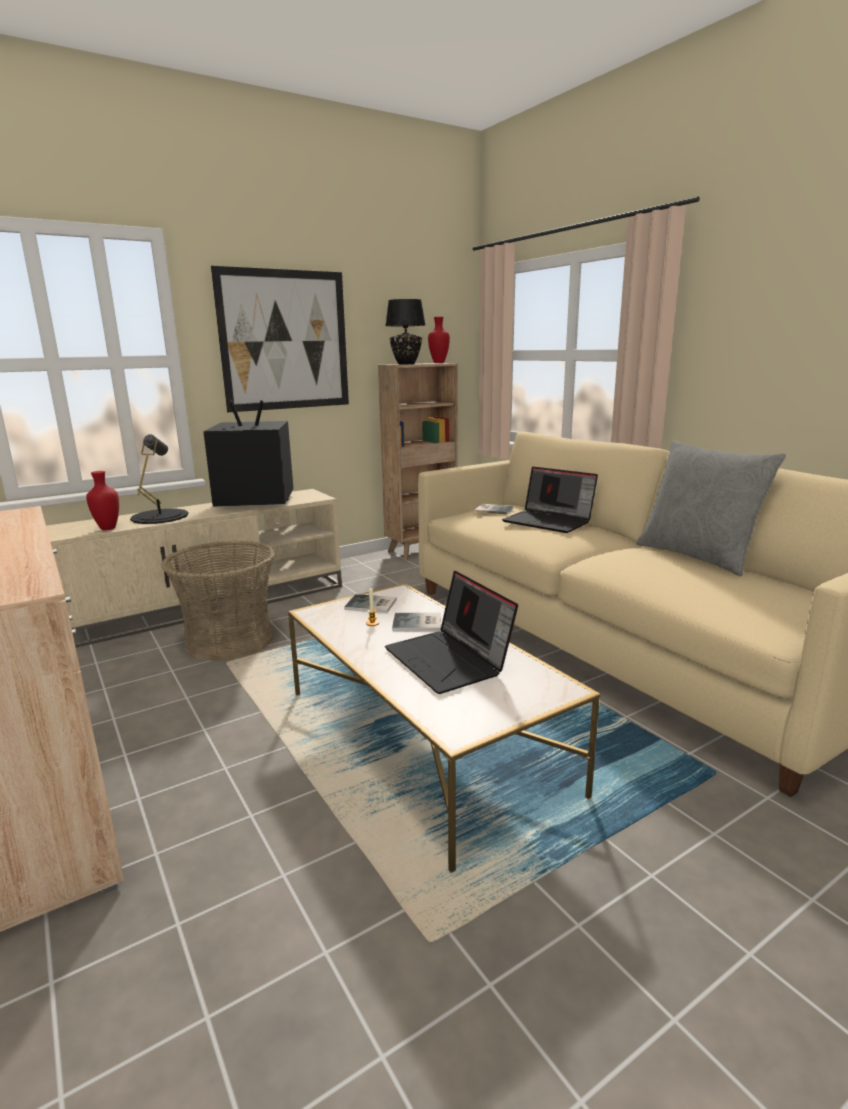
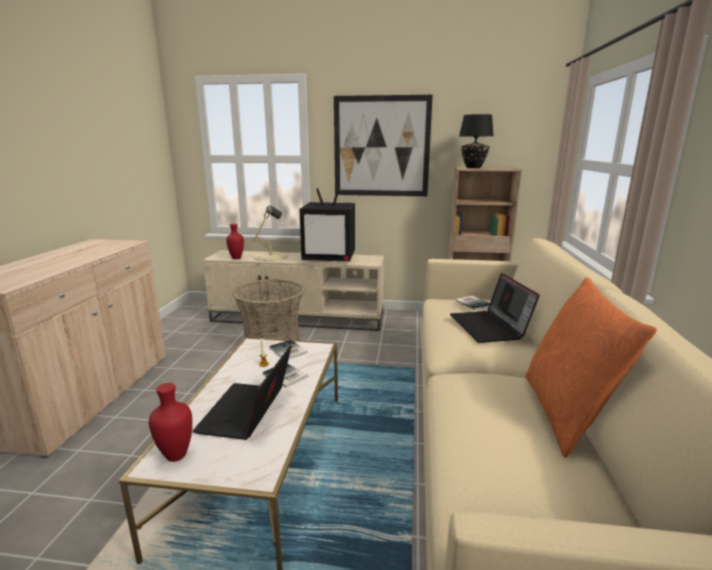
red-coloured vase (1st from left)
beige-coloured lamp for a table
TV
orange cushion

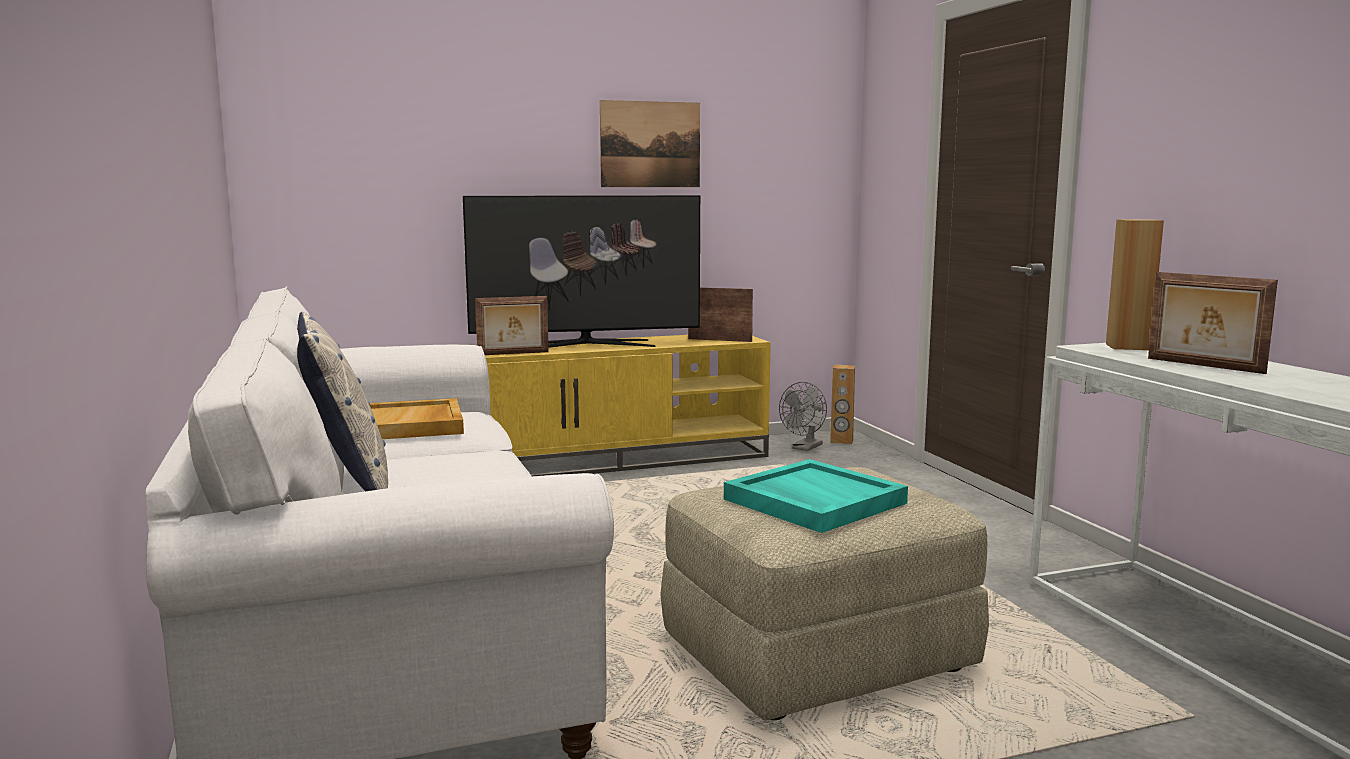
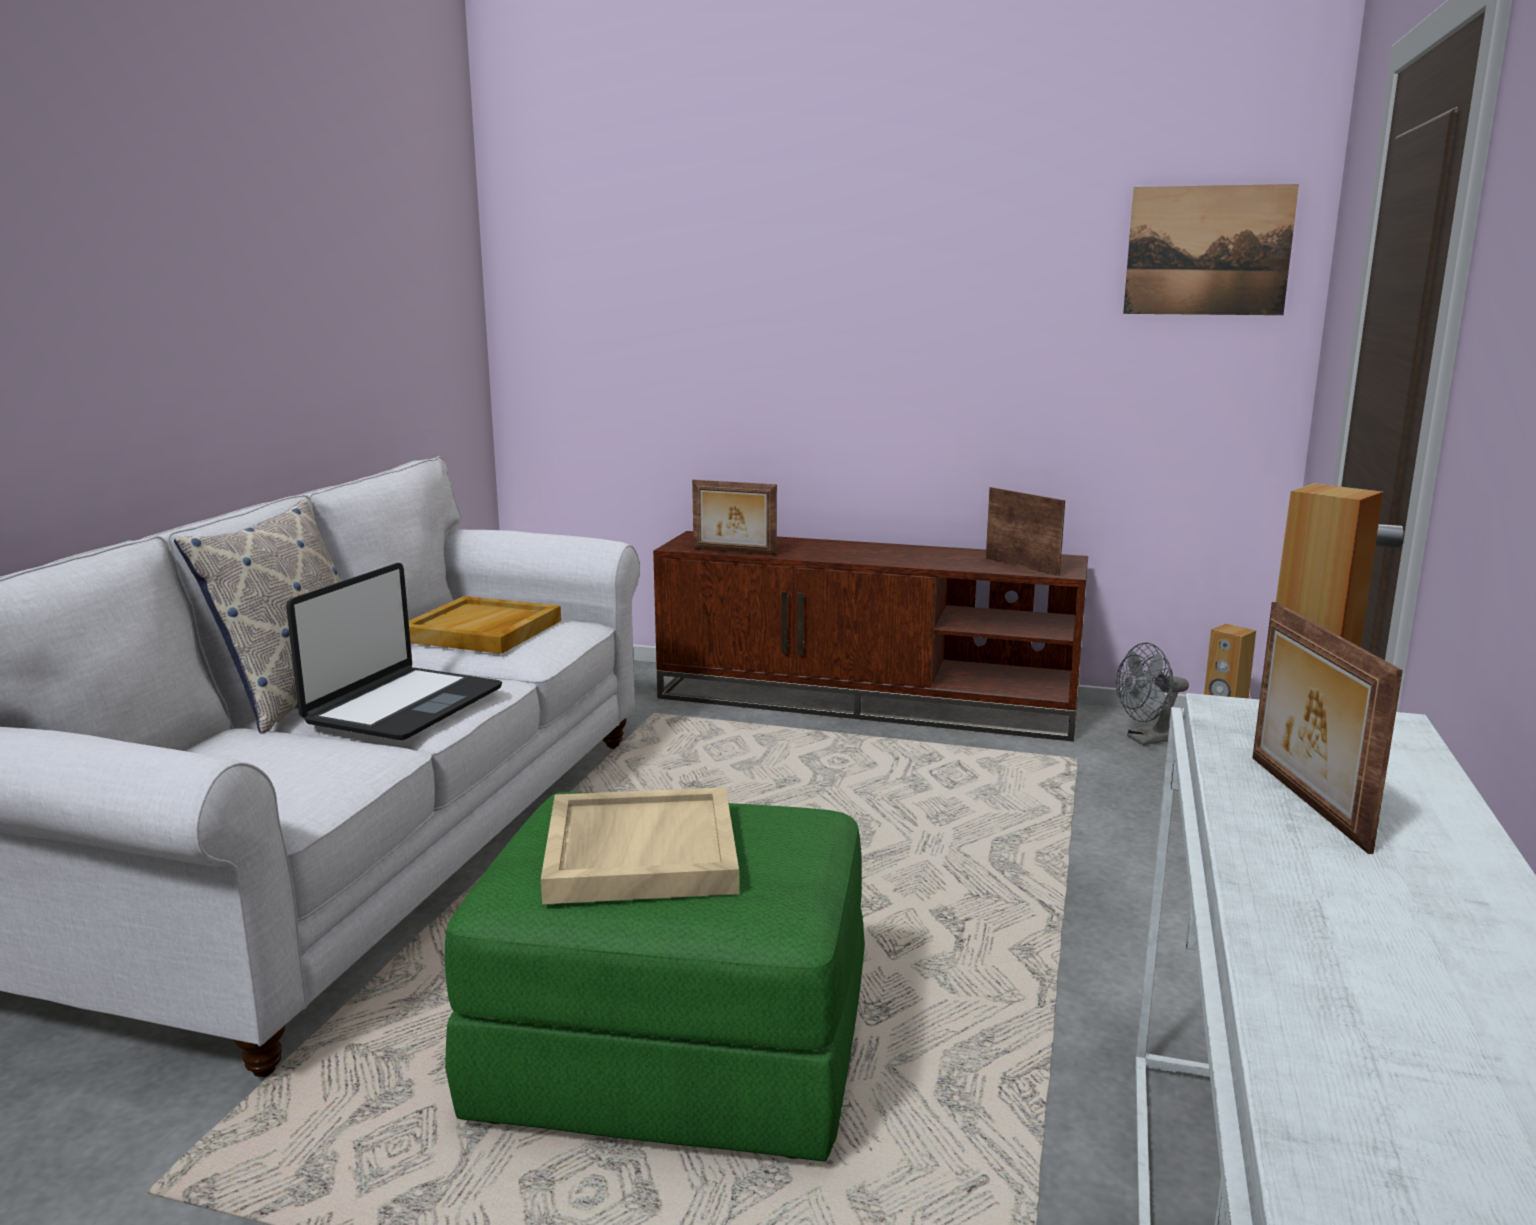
laptop
green-coloured footrest
beige-coloured carrying tray (2nd from left)
brown-coloured tv stand
wall art
TV

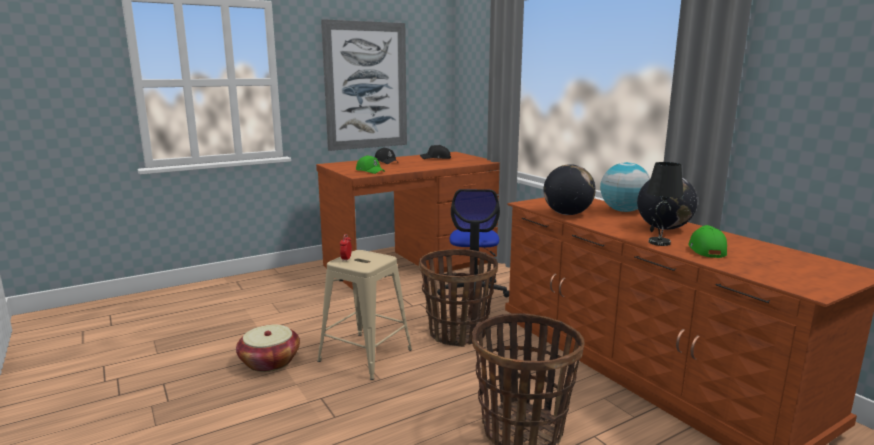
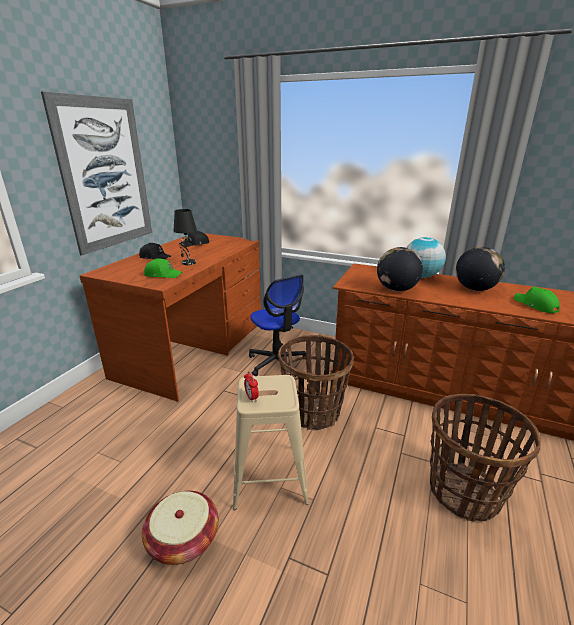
black-coloured lamp for a table

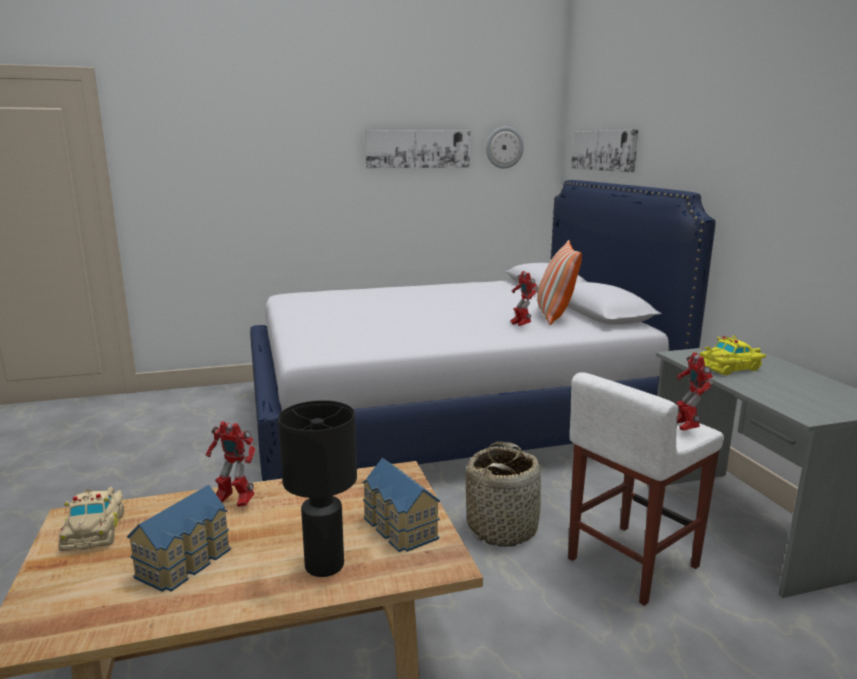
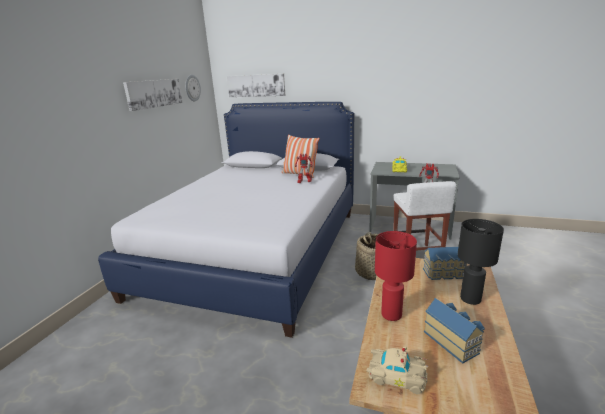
red-coloured lamp for a table

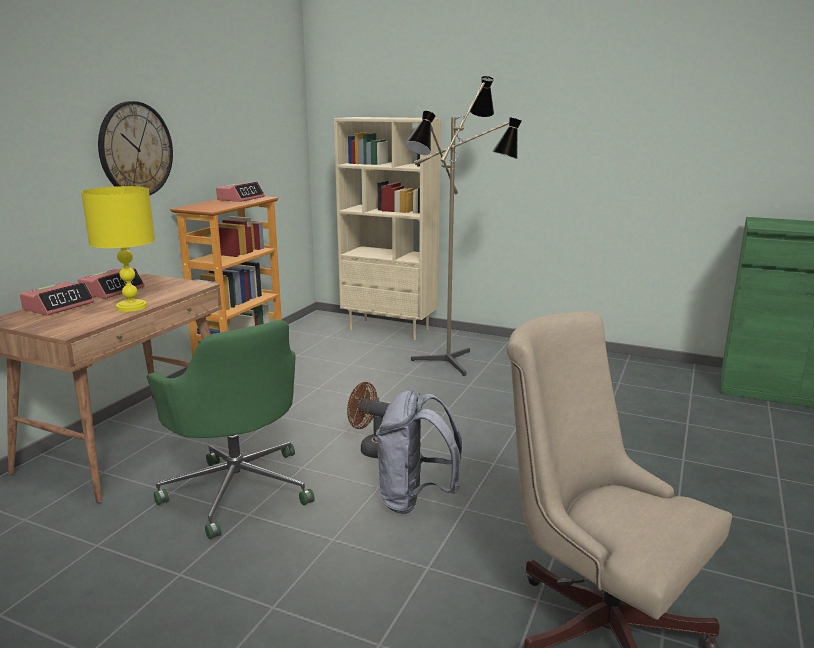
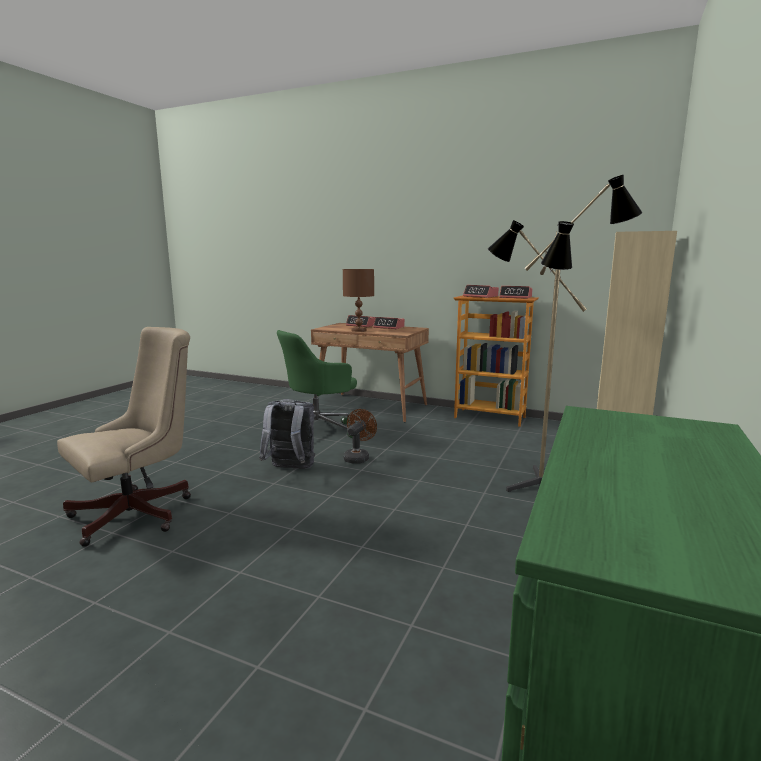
brown-coloured lamp for a table
bedside clock (3rd from left)
wall clock

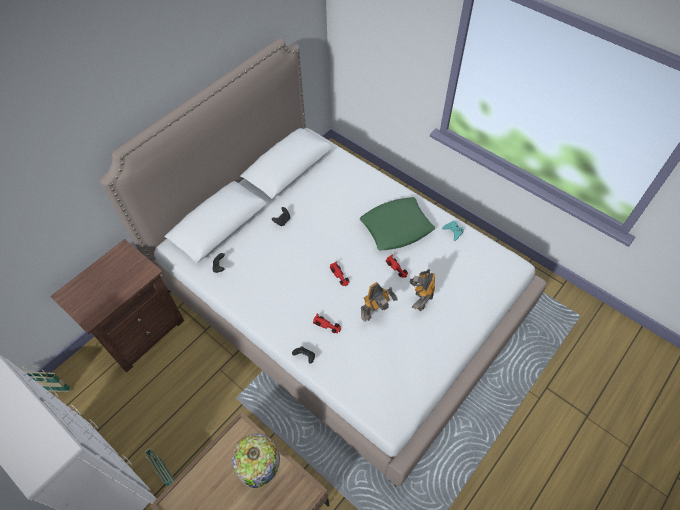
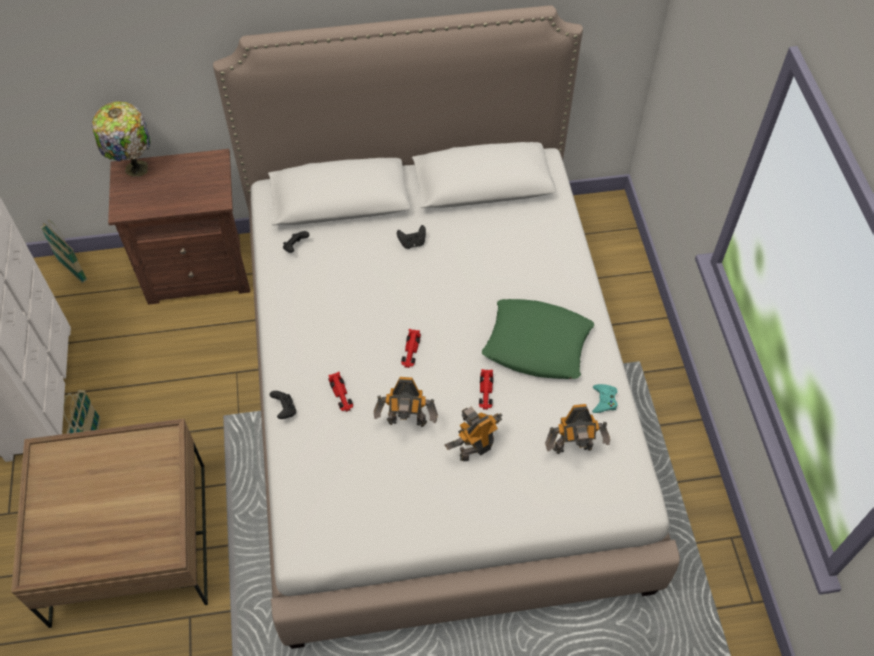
lamp for a table
robot figure (3rd from left)

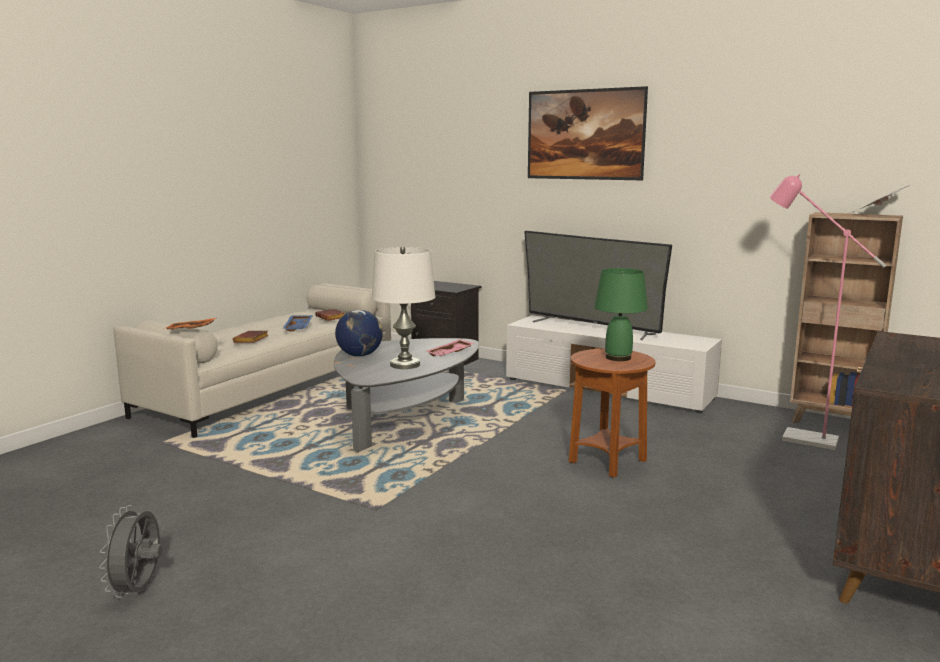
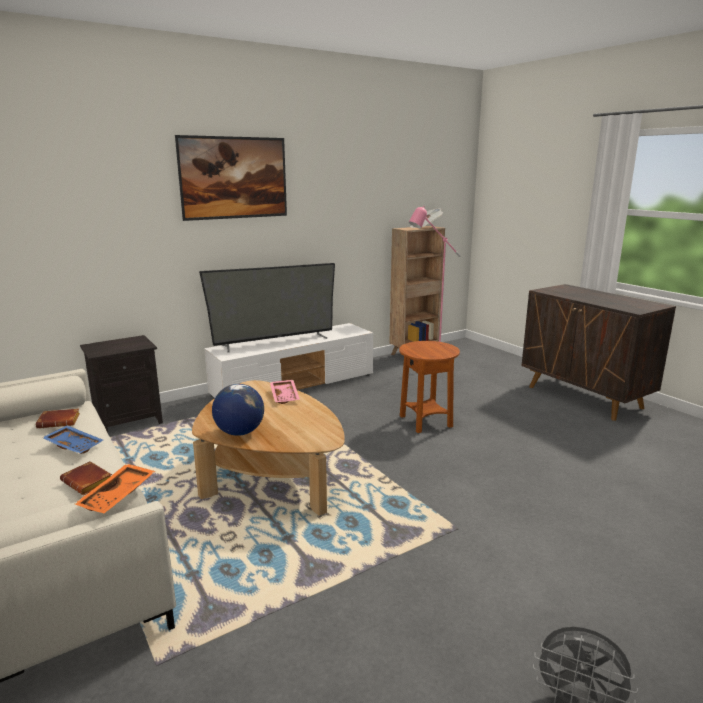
brown-coloured coffee table
white lamp for a table
green-coloured lamp for a table

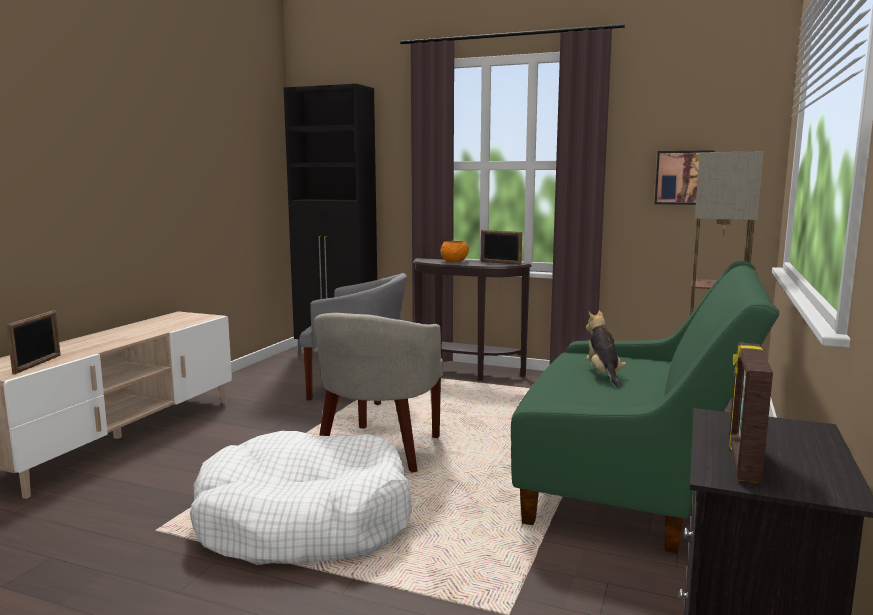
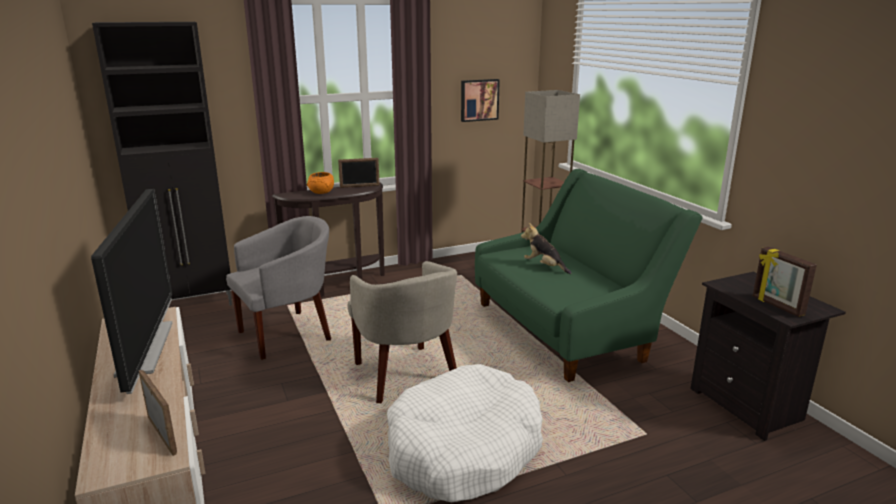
TV

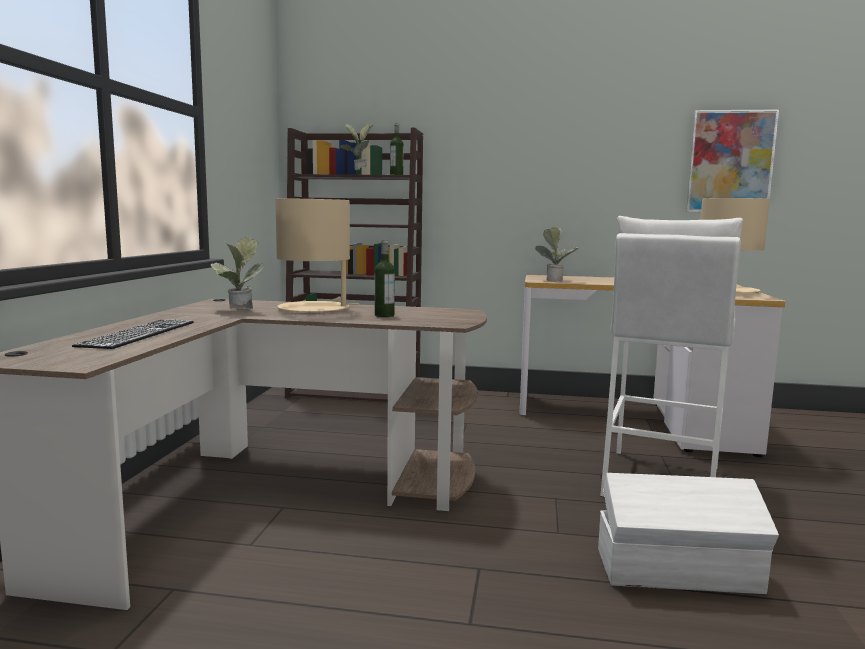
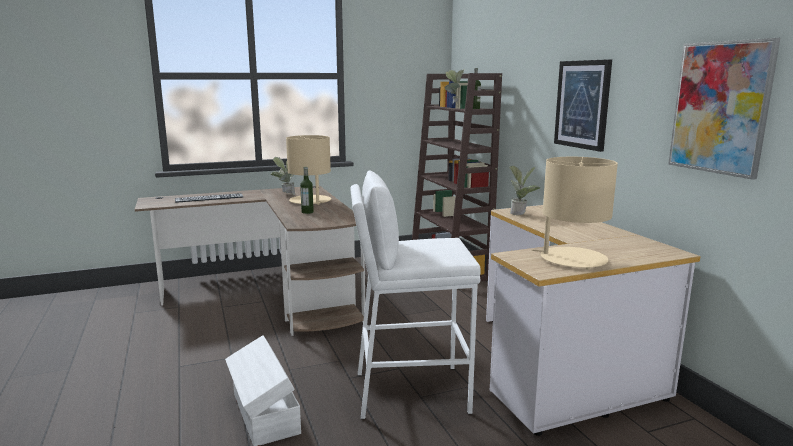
wall art (1st from left)

